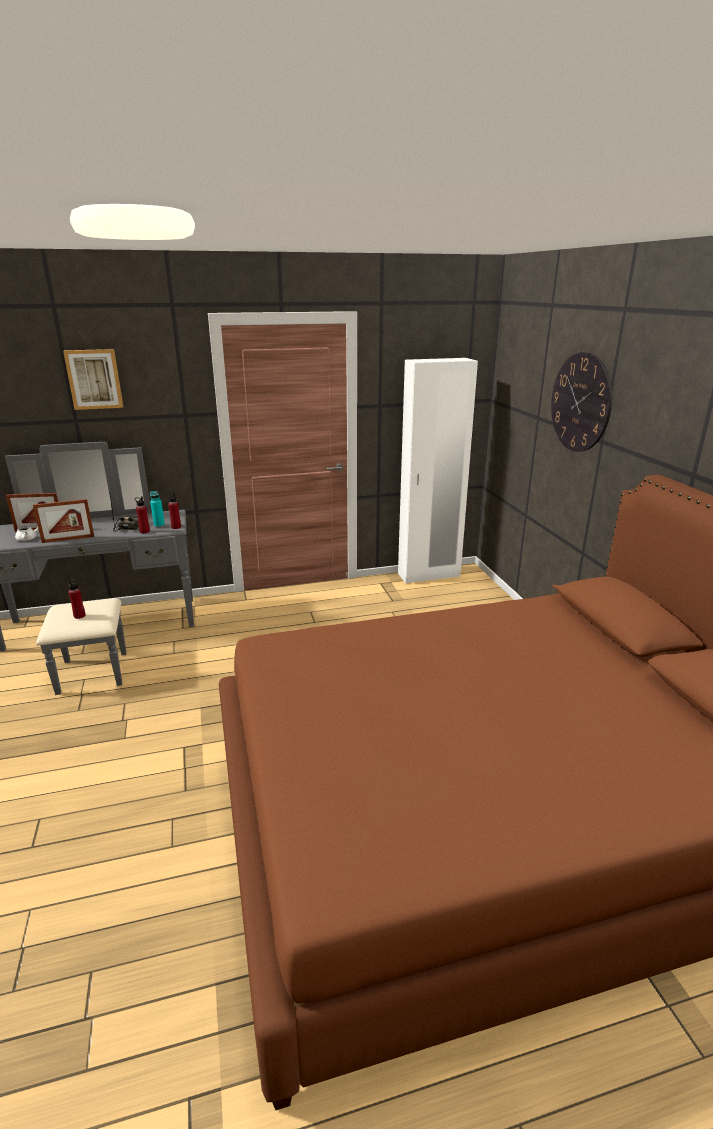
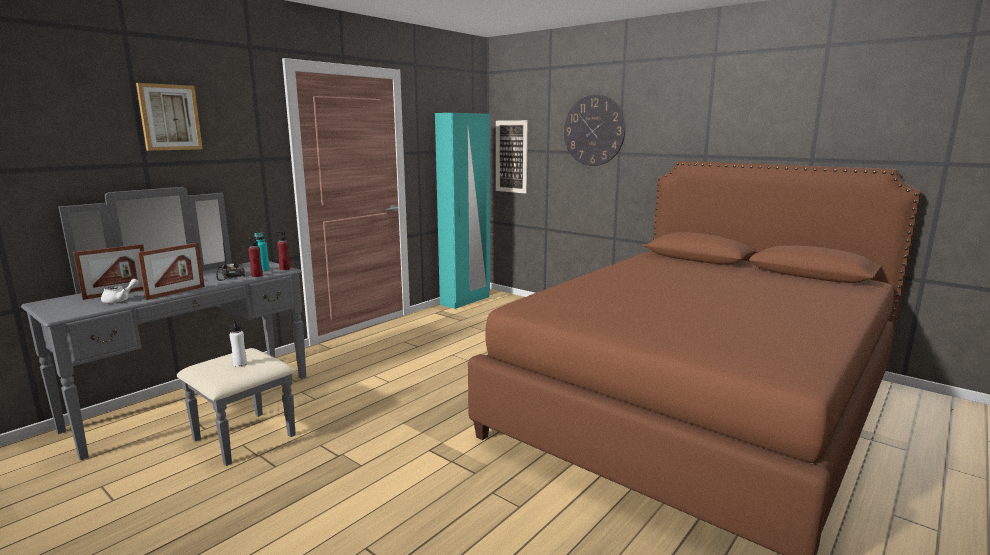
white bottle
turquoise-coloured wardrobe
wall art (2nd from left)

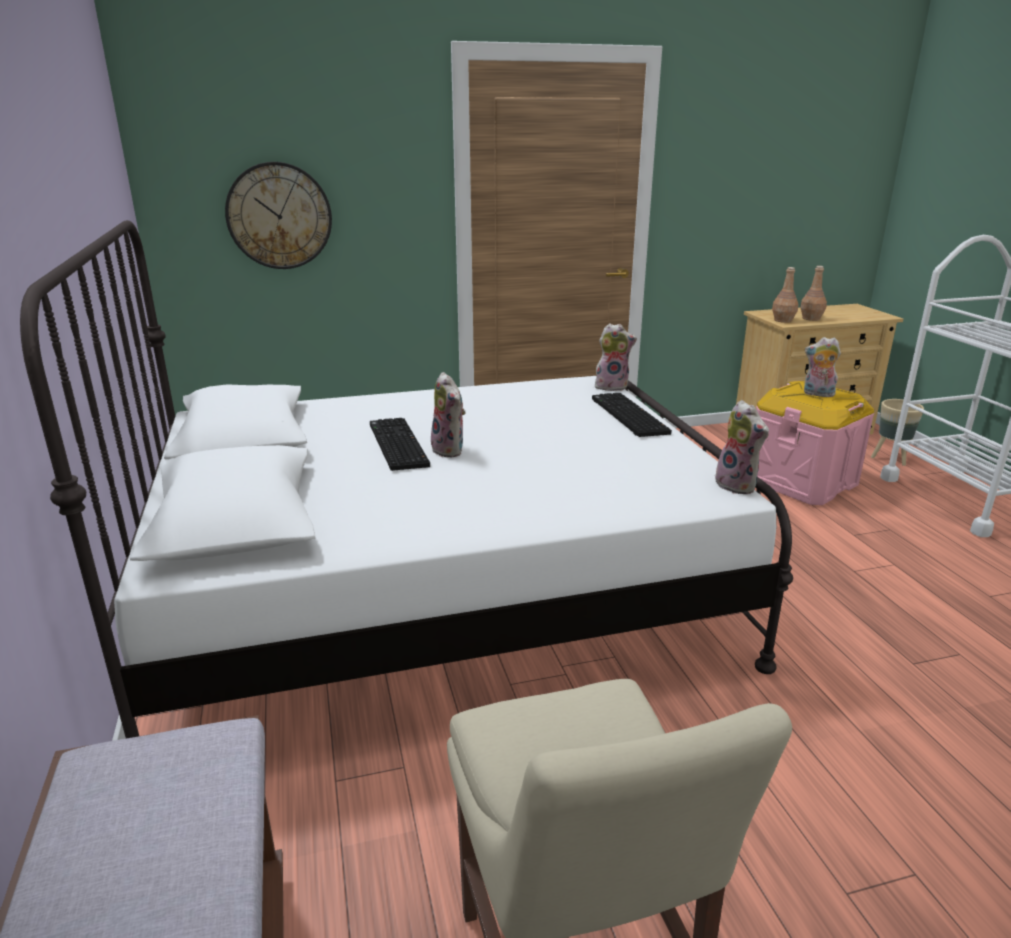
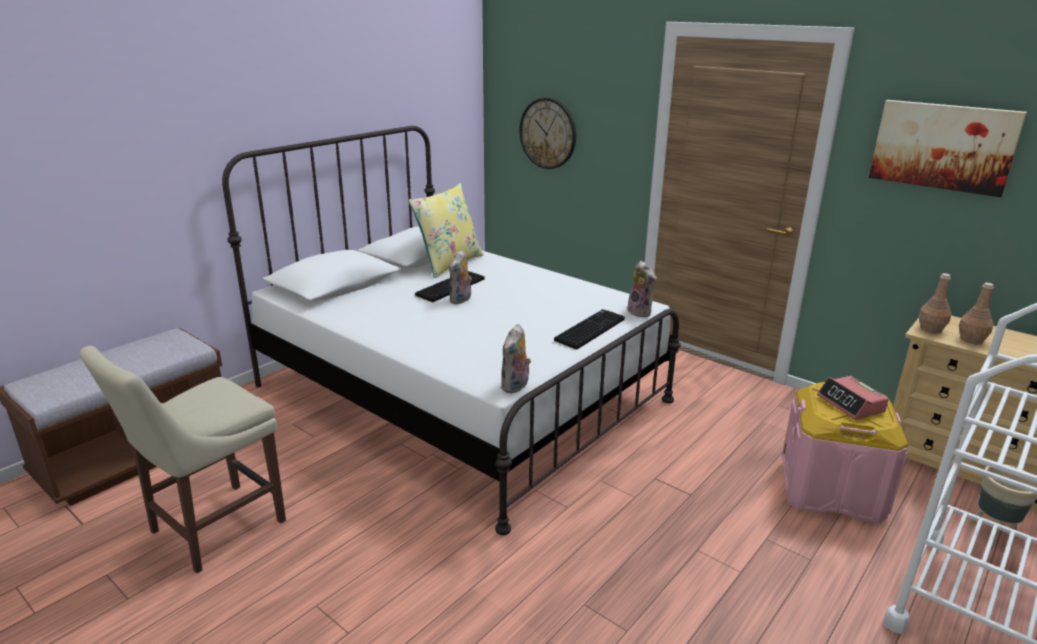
yellow-coloured cushion
bedside clock
wall art

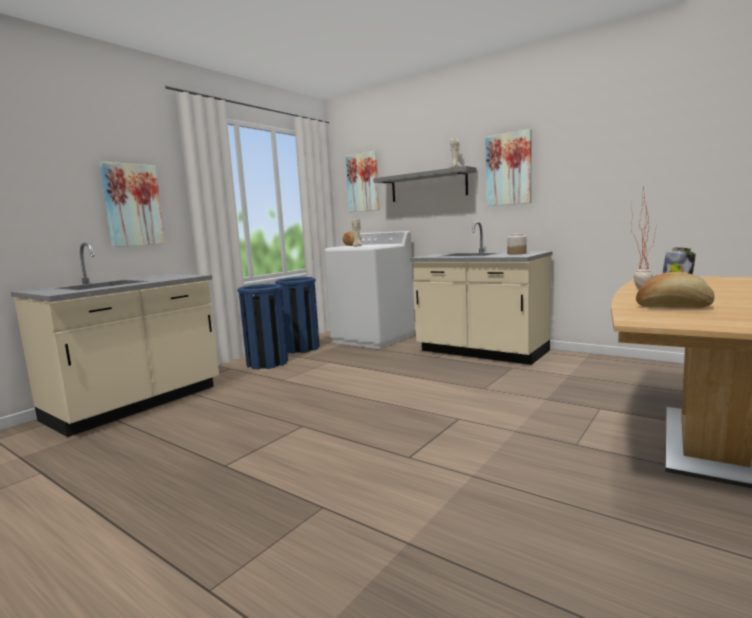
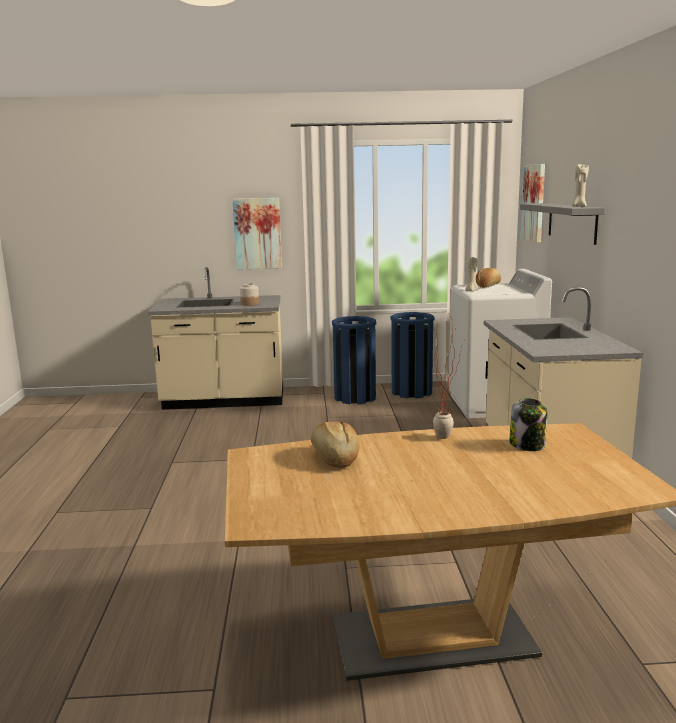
storage jar (1st from left)
wall art (3rd from left in the first image)

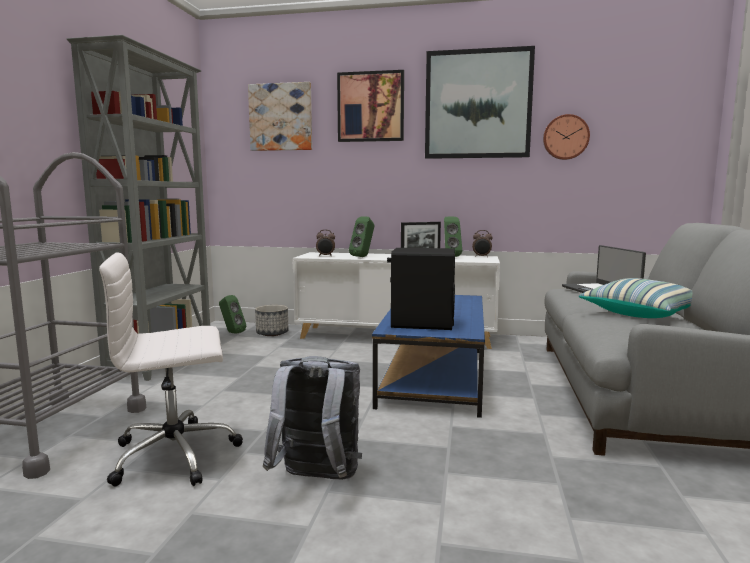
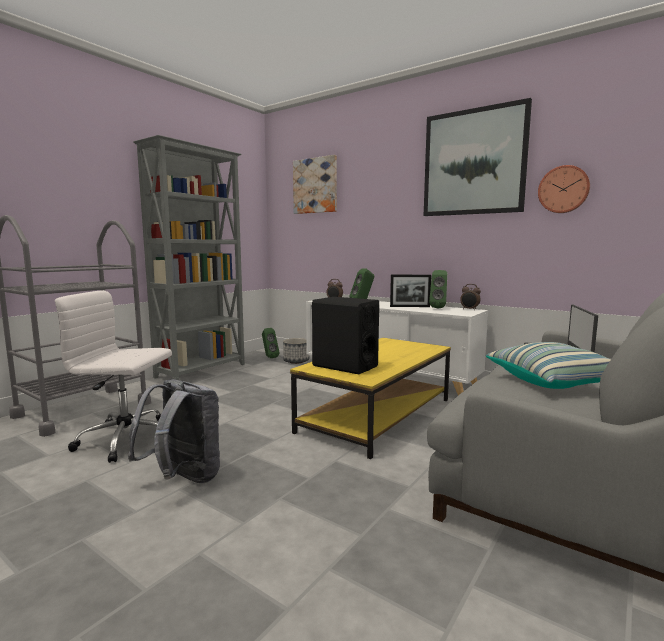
yellow-coloured coffee table
wall art (2nd from left in the first image)

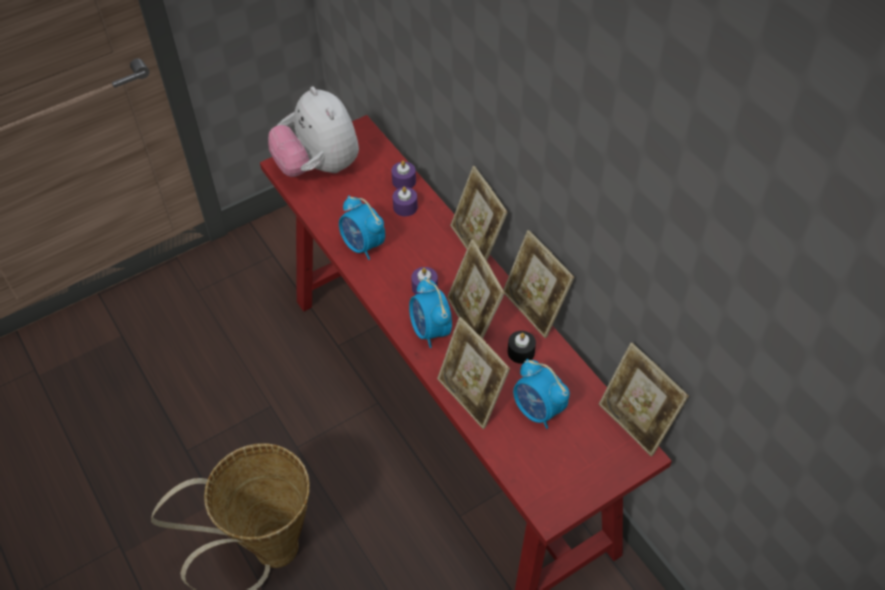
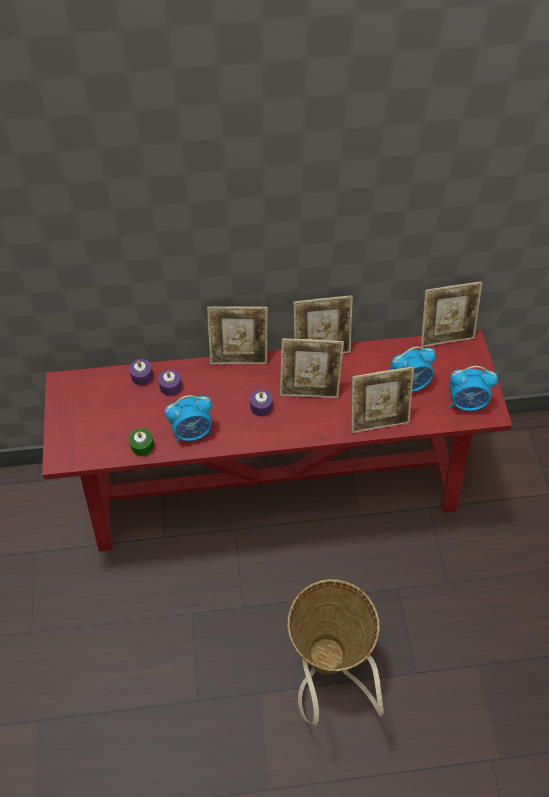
green-coloured wax candle
bedside clock (3rd from left)
cuddly toy
black-coloured wax candle

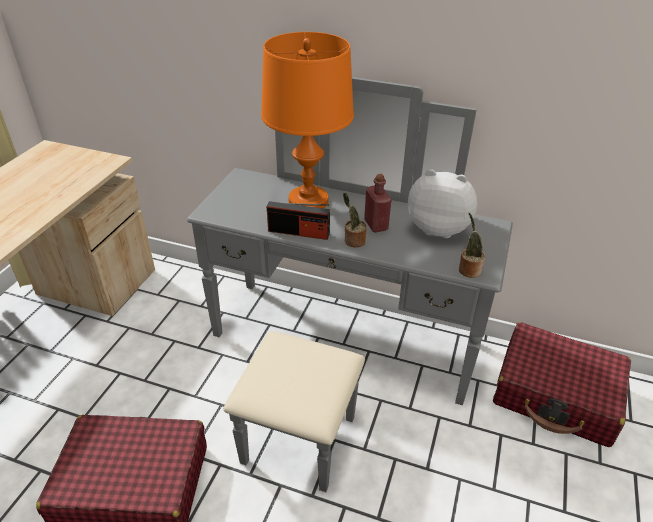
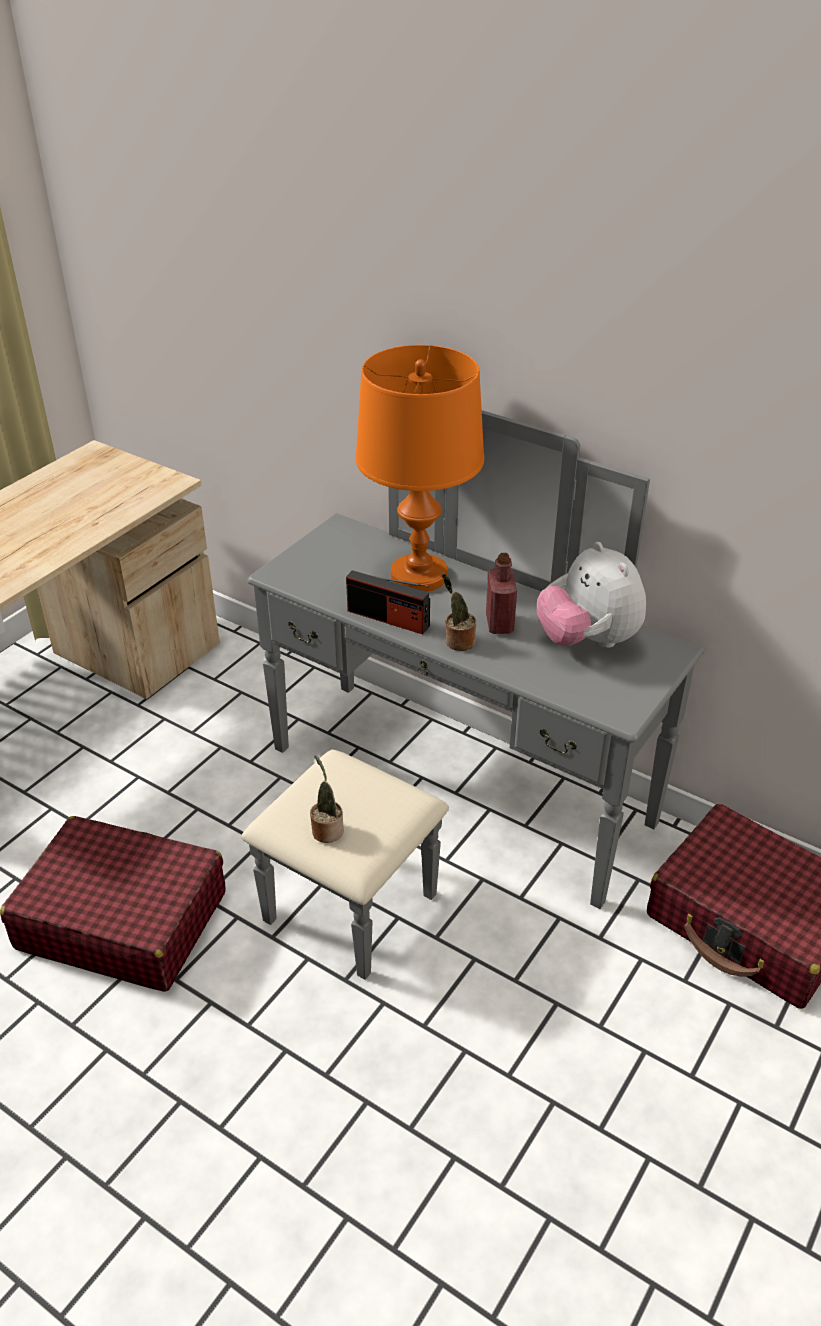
potted plant (1st from left)
cuddly toy

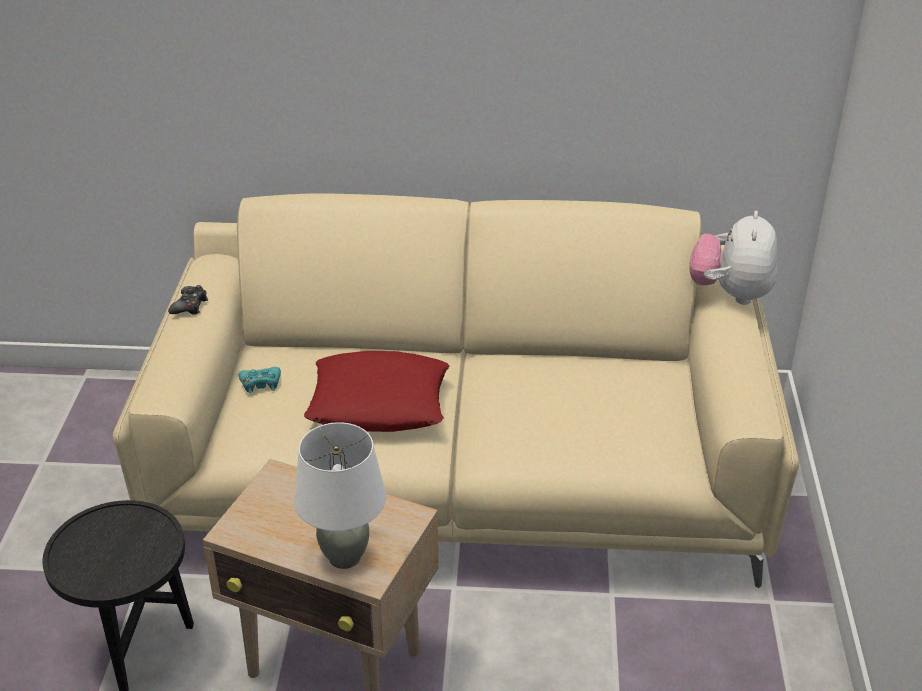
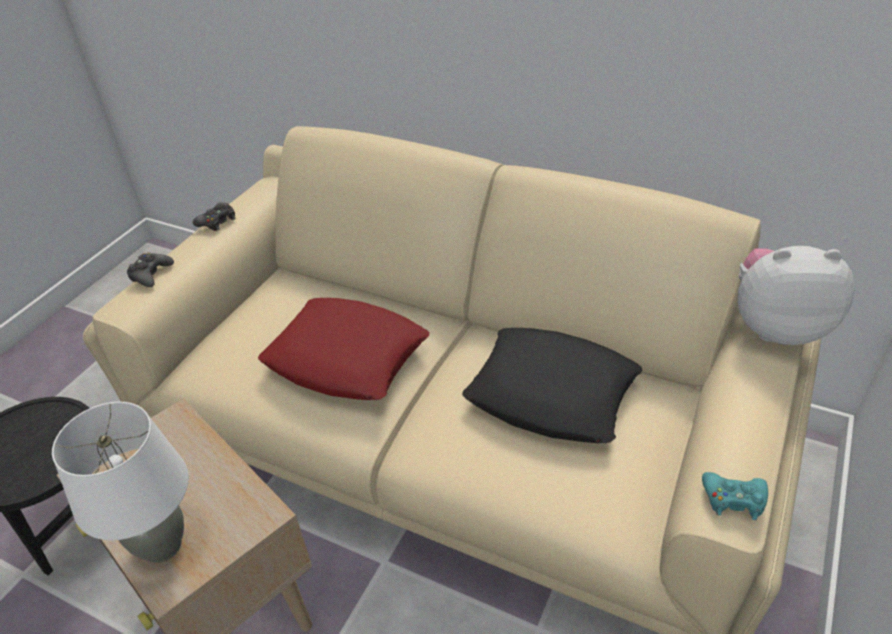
black-coloured gamepad (1st from left)
black-coloured cushion
turquoise-coloured gamepad
cuddly toy

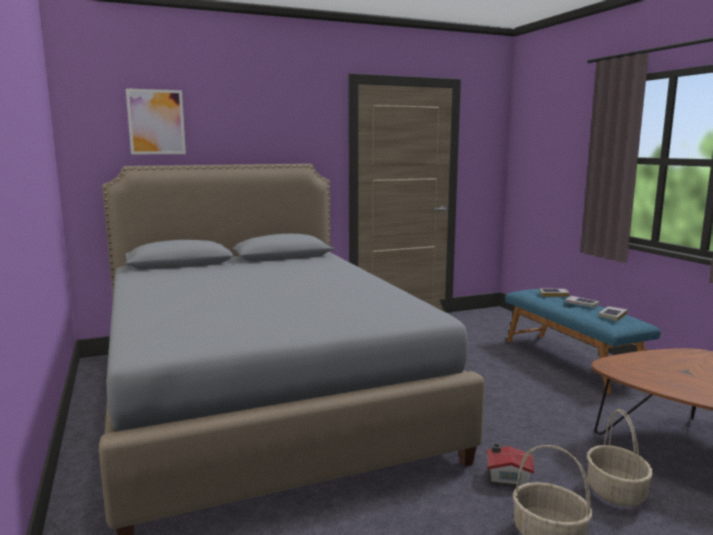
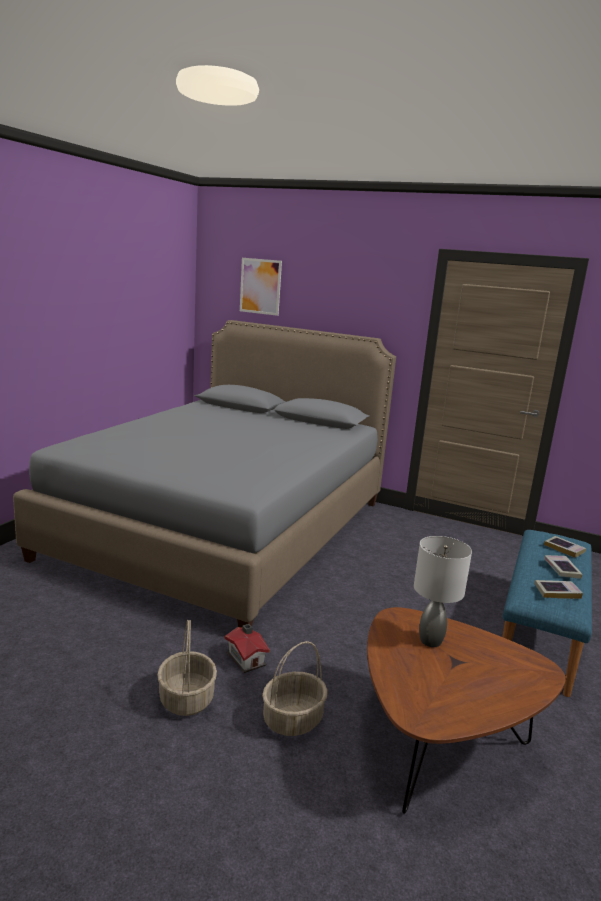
grey lamp for a table

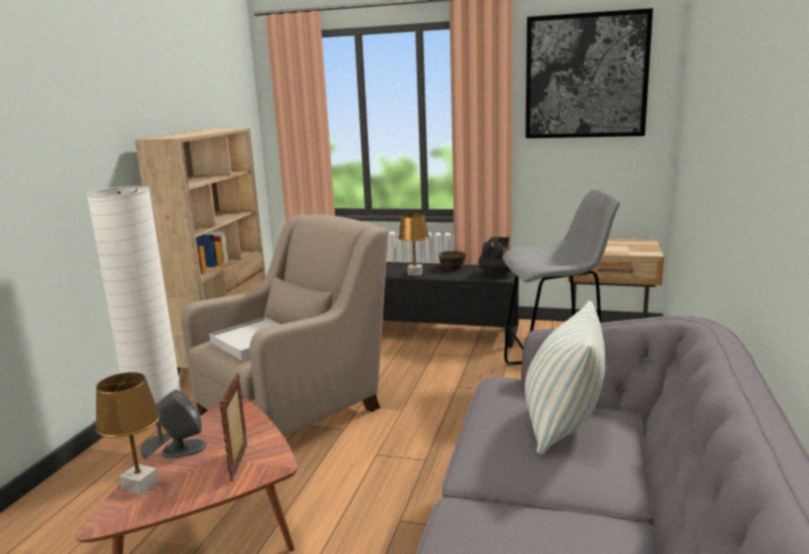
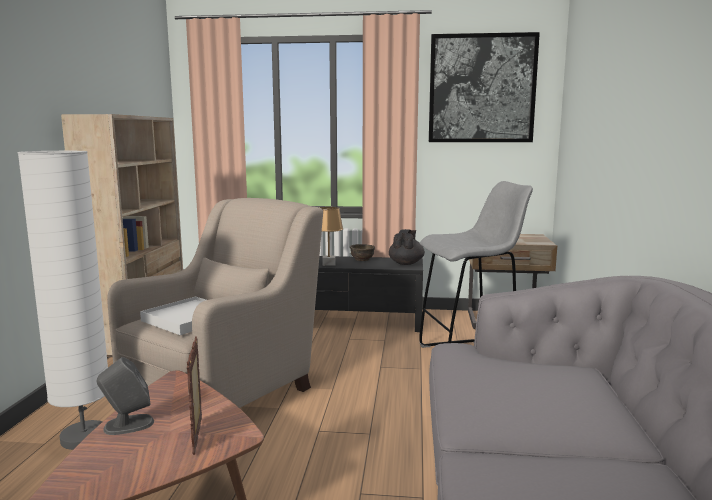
brown-coloured lamp for a table (1st from left in the first image)
cushion

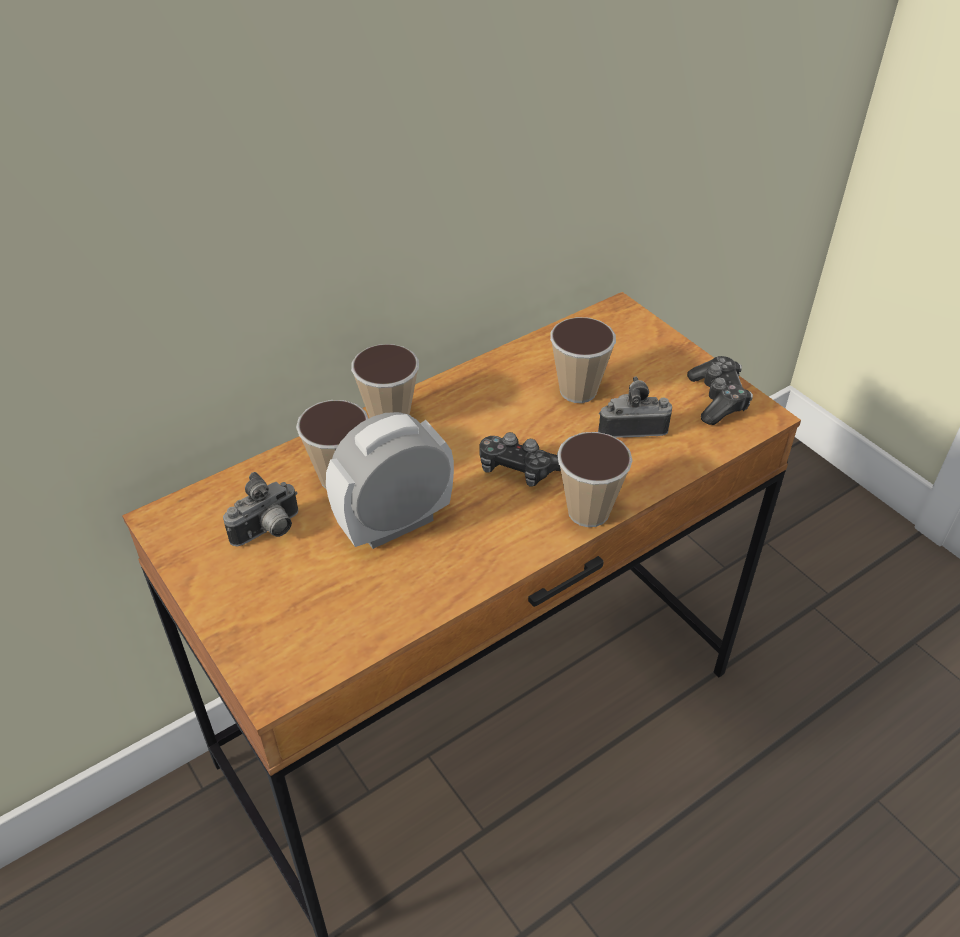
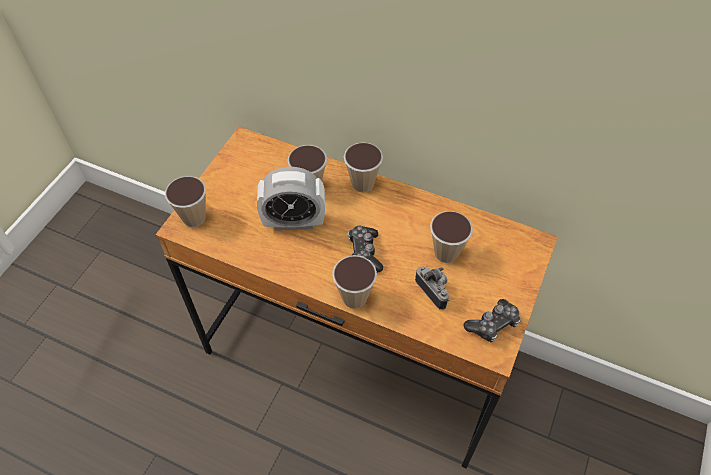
cup (1st from left)
bedside clock
photo camera (1st from left in the first image)

